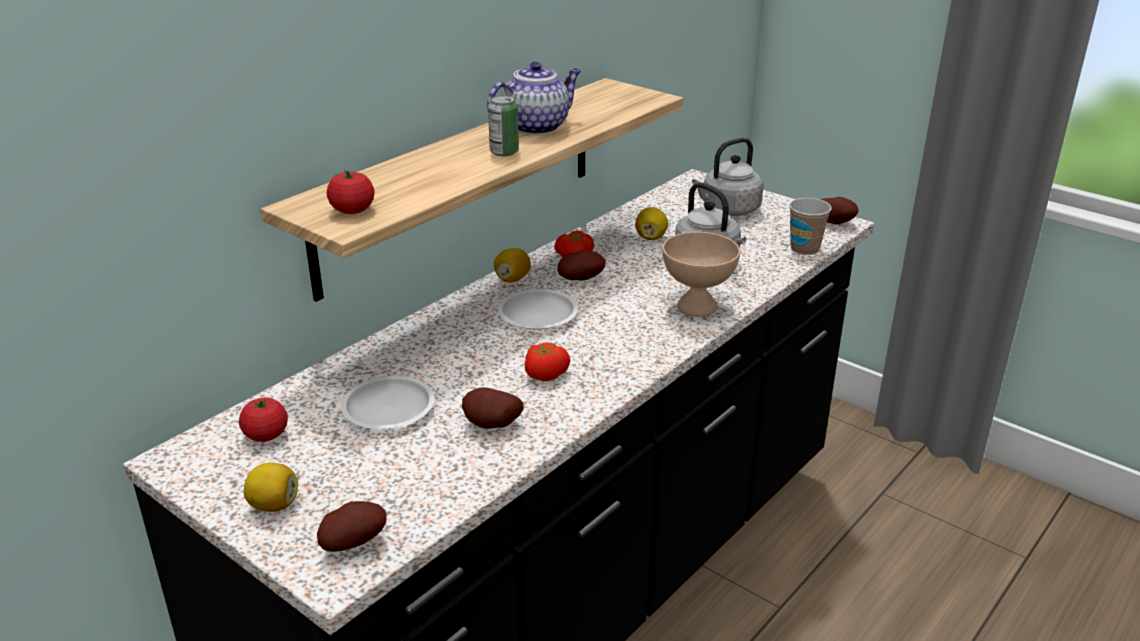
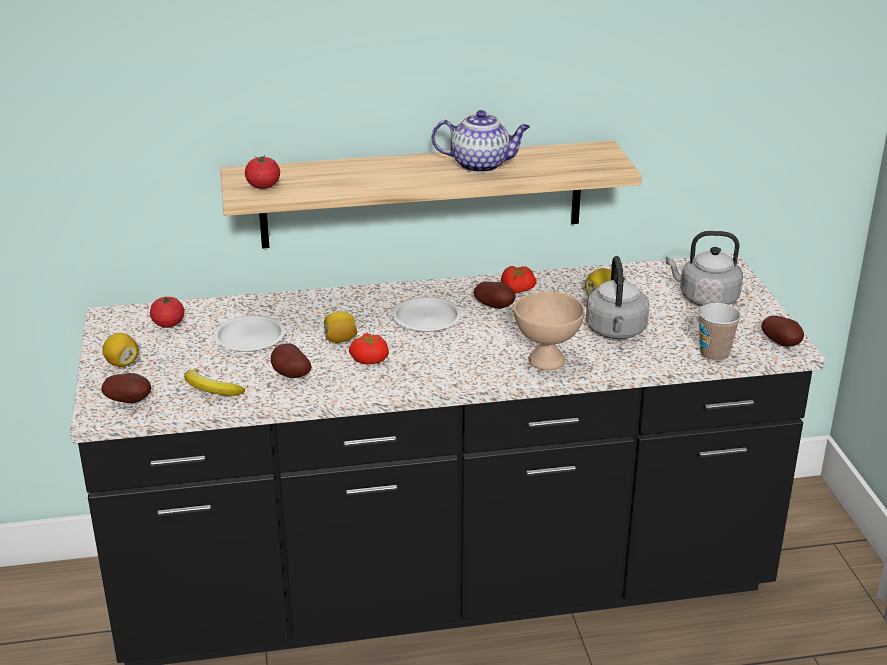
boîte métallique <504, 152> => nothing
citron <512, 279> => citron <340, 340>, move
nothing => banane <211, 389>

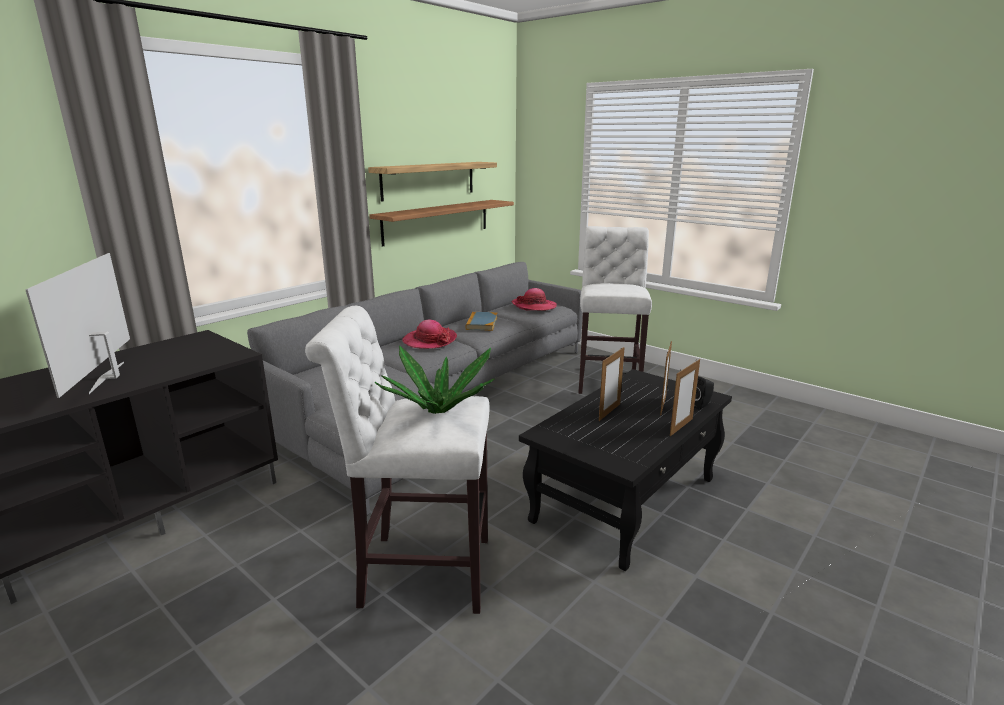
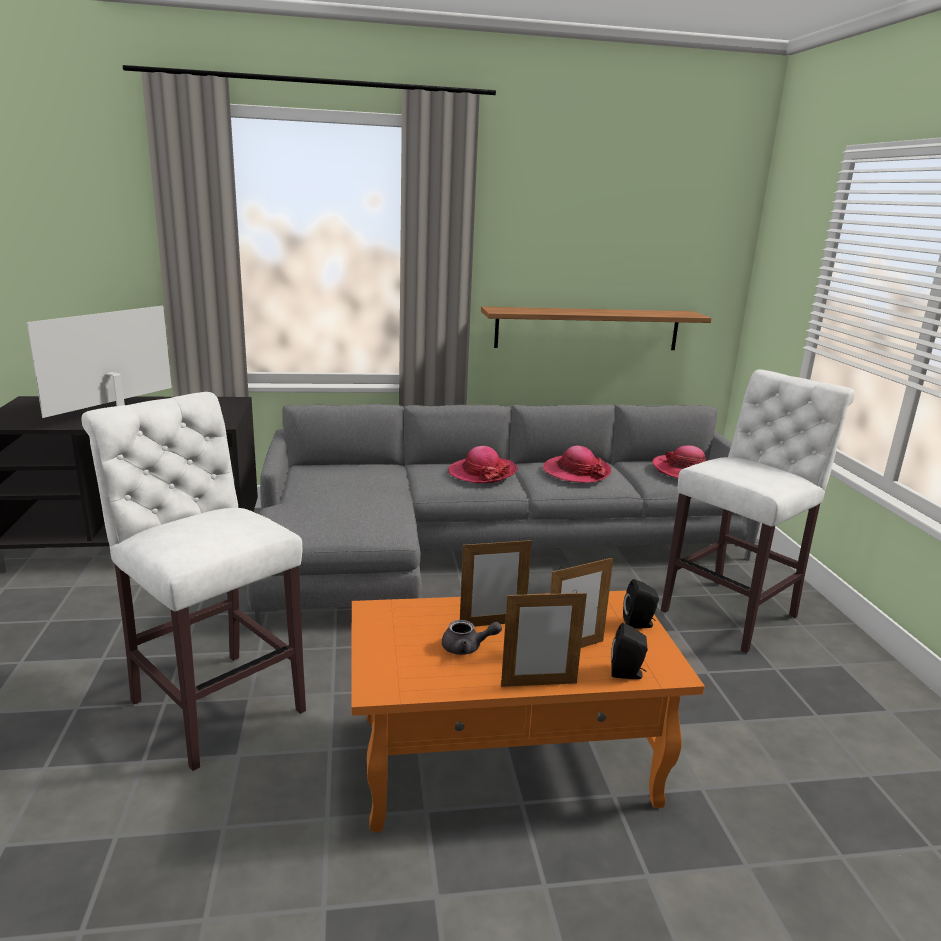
étagère <429, 180> => nothing
plante en pot <439, 409> => nothing
livre <481, 323> => chapeau <576, 472>
table basse/noir <626, 498> => table basse/orange <508, 759>
nothing => théière/gris <467, 648>
nothing => enceinte/noir <639, 624>

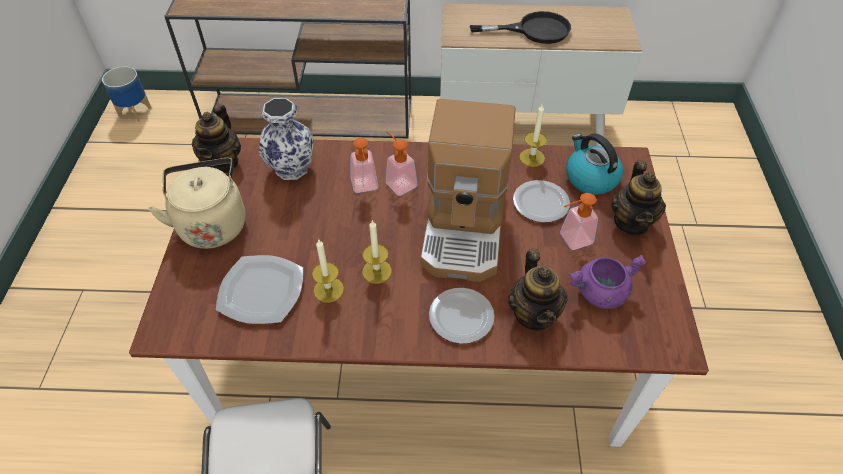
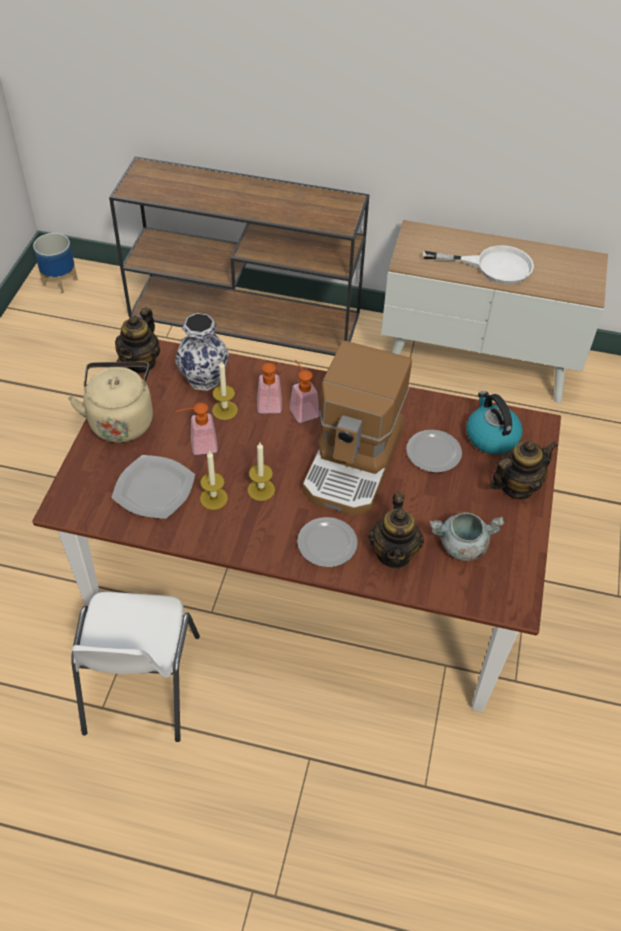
poêle/noir <534, 30> => poêle/blanc <493, 266>
bougie <532, 157> => bougie <225, 410>, move
distributeur de savon <571, 240> => distributeur de savon <198, 446>, move
marmite/violet <599, 293> => marmite/gris <461, 546>
théière <631, 222> => théière <516, 486>, 135 degrees counterclockwise

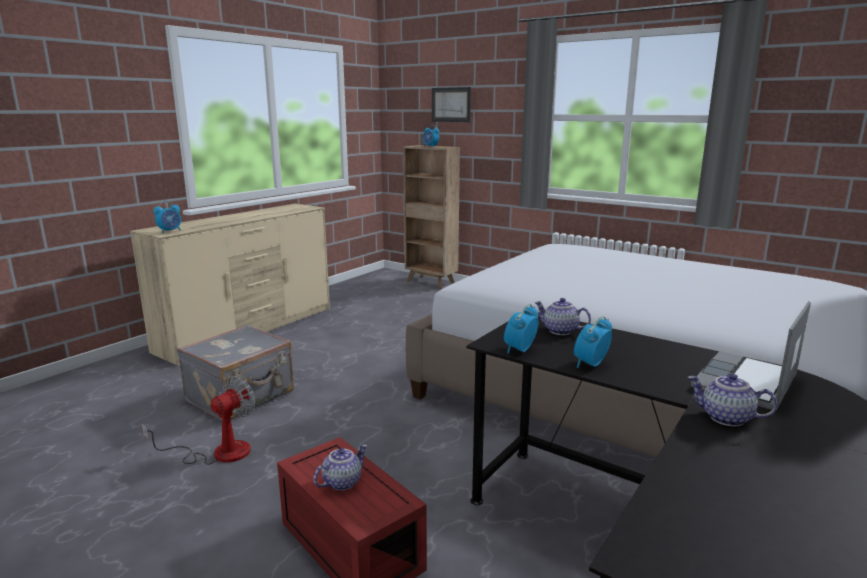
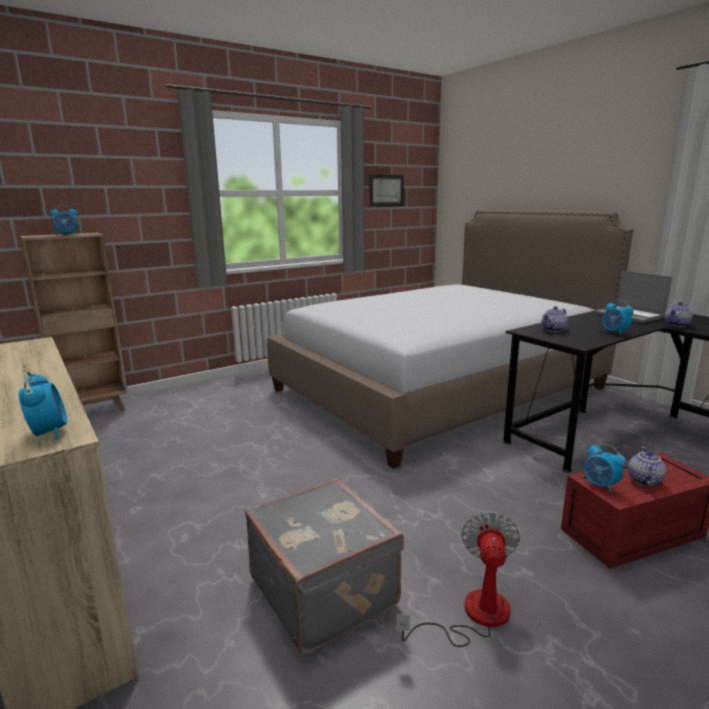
ventilateur <218, 452> => ventilateur <473, 615>, 45 degrees clockwise
théière <342, 482> => théière <643, 480>, 45 degrees clockwise
tableau <451, 104> => tableau <386, 190>, move
réveil <519, 350> => réveil <600, 485>, move

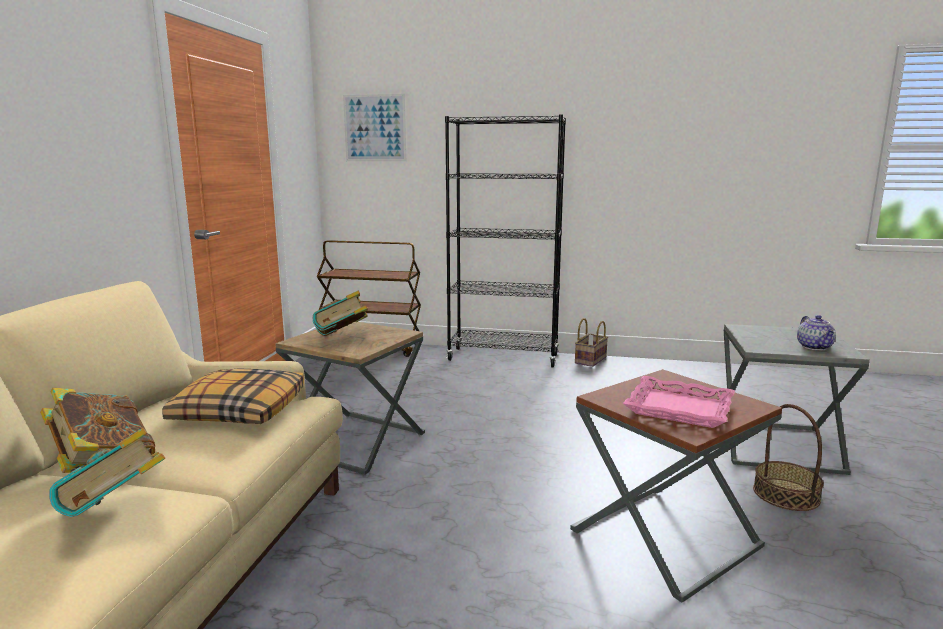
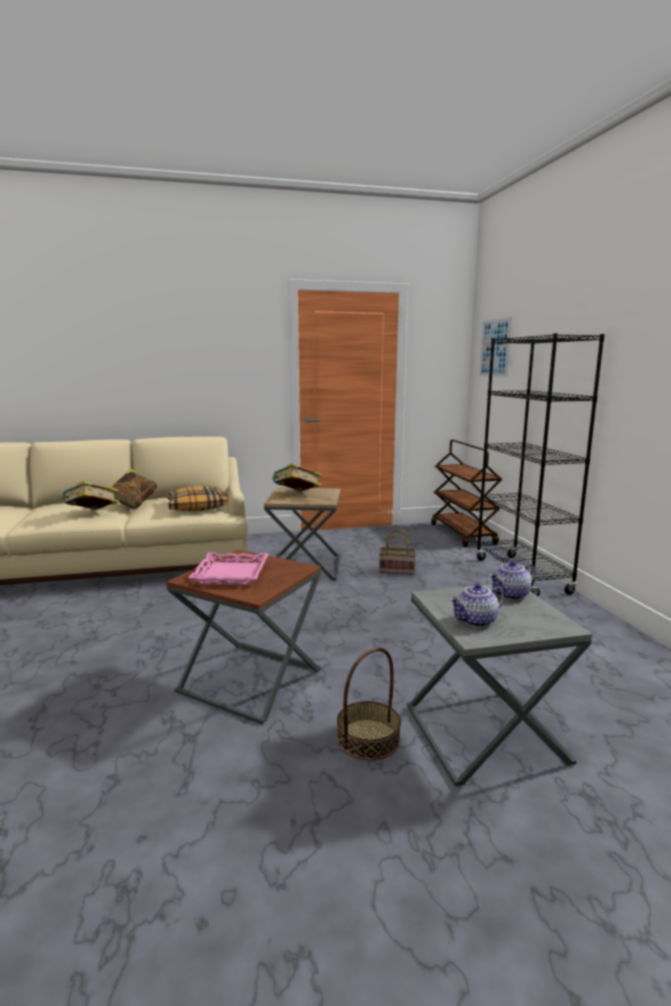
panier <590, 360> => panier <398, 570>, move
nothing => théière <511, 595>

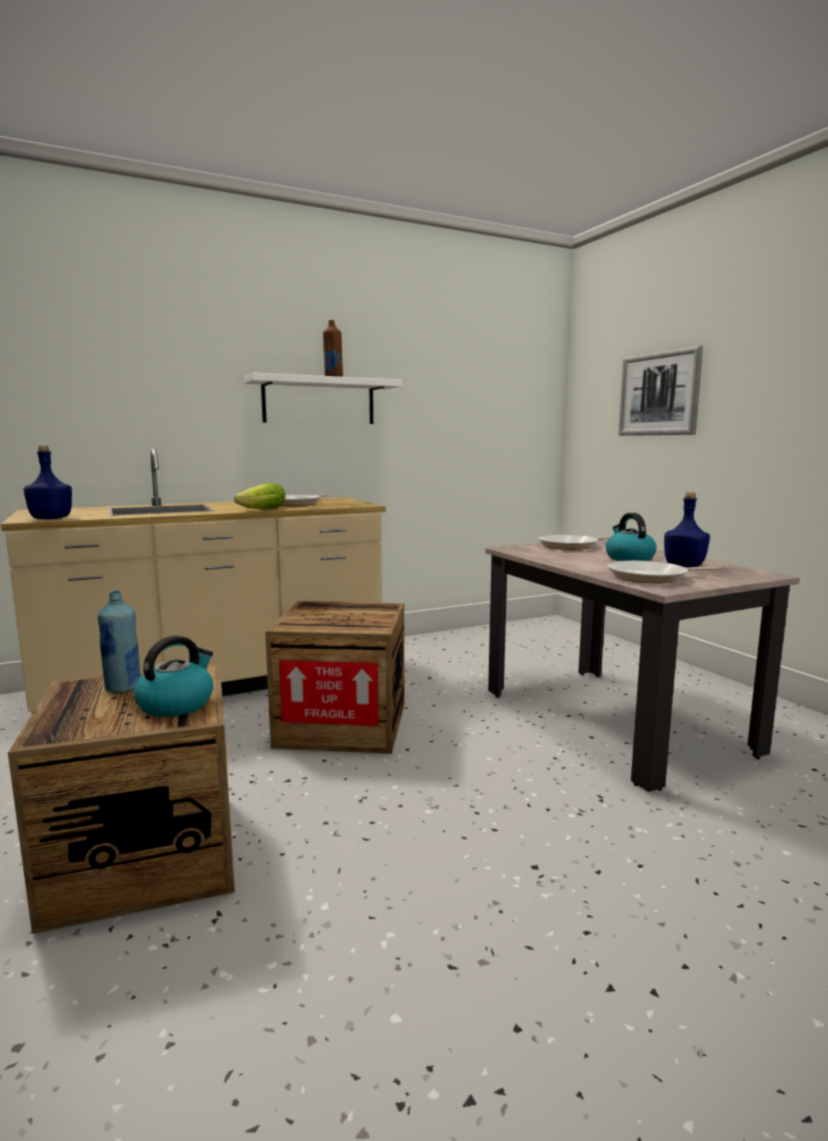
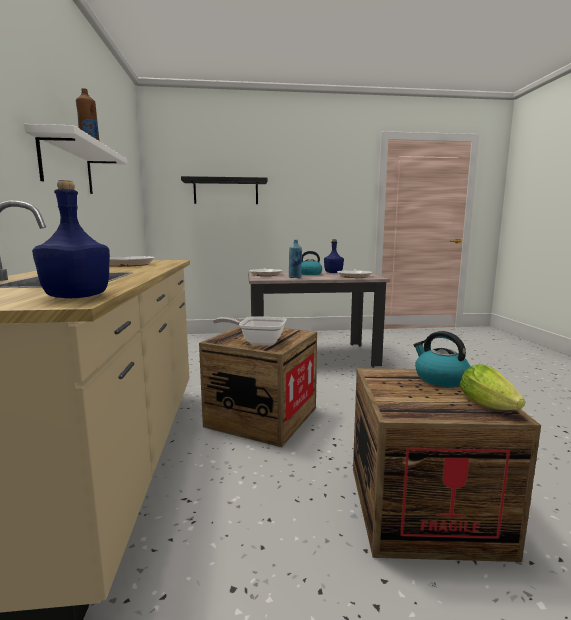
bouteille/bleu <123, 688> => bouteille/bleu <295, 277>, move
laitue <260, 510> => laitue <490, 405>, move
tableau <659, 394> => étagère/noir <226, 192>
nothing => poêle <258, 342>

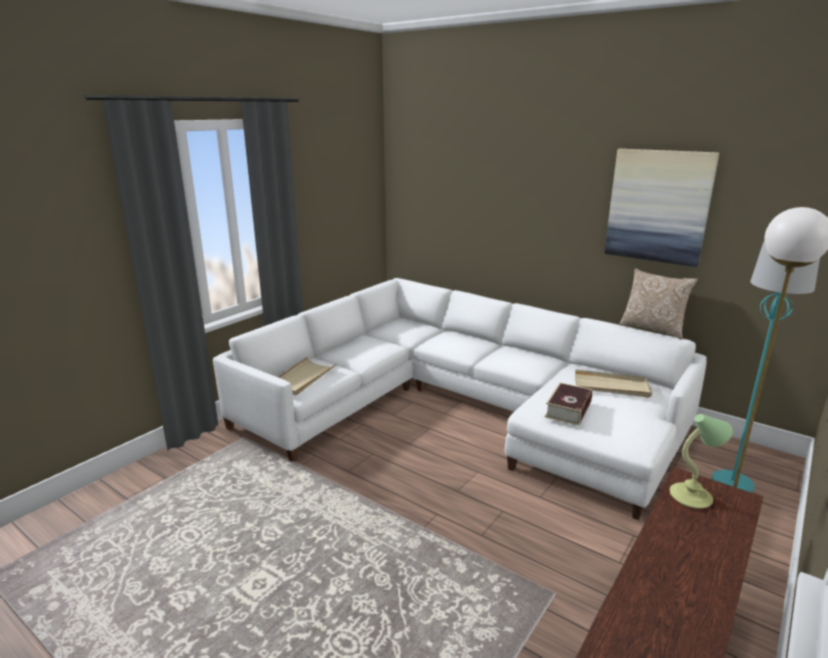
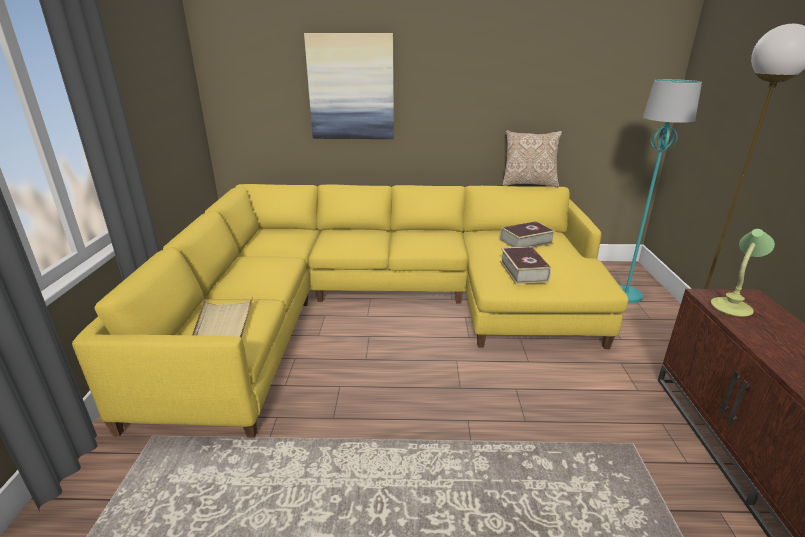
canapé/blanc <460, 407> => canapé/jaune <376, 305>
plateau/beige <611, 386> => livre <526, 241>
tableau <658, 206> => tableau <351, 87>, move

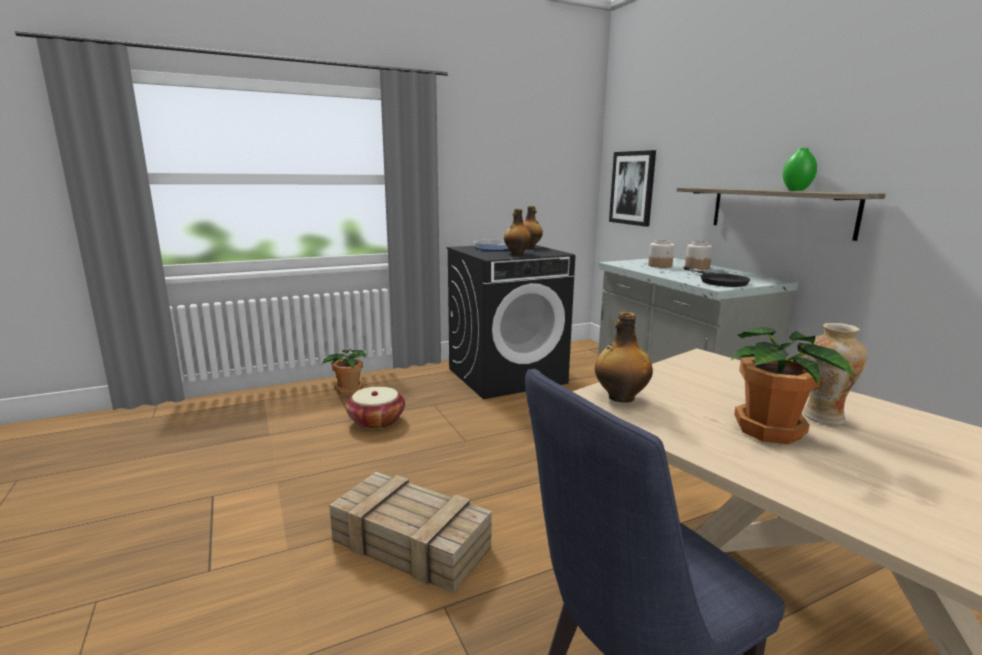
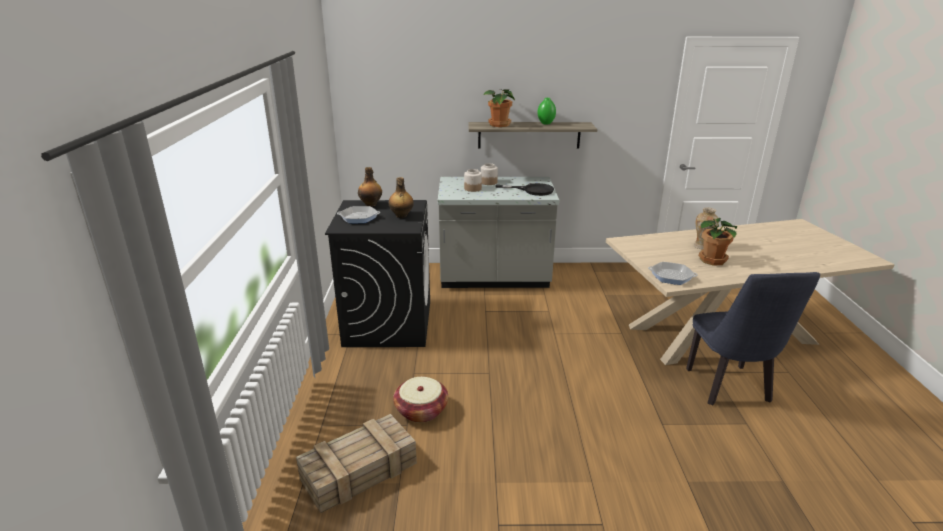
plante en pot <348, 390> => plante en pot <499, 125>, move
caisse <413, 544> => caisse <360, 470>, move
bouteille <620, 397> => poêle <671, 276>
tableau <632, 188> => nothing

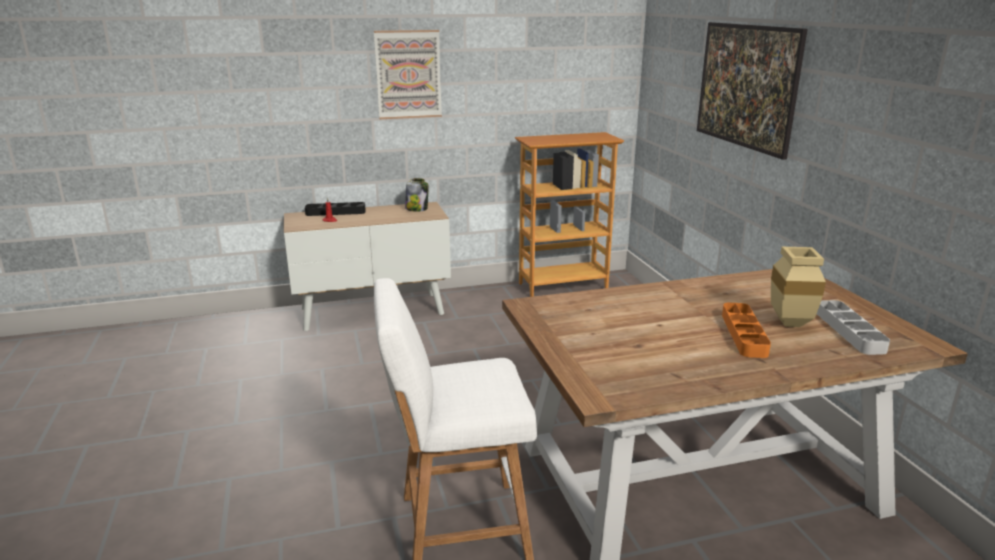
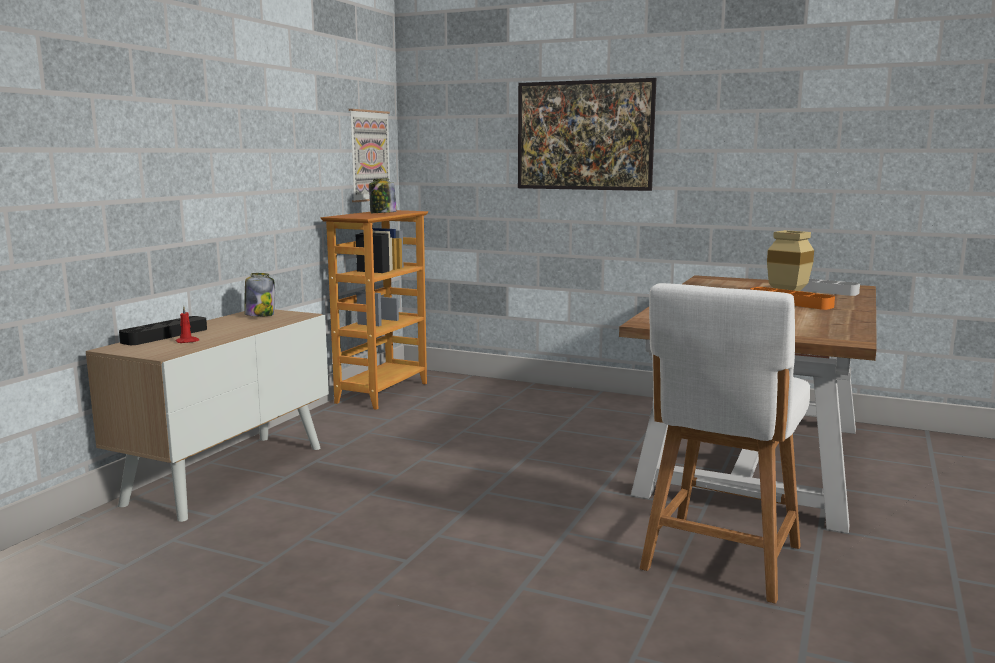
tableau <408, 74> => tableau <369, 155>, move
nothing => bocal <382, 213>

